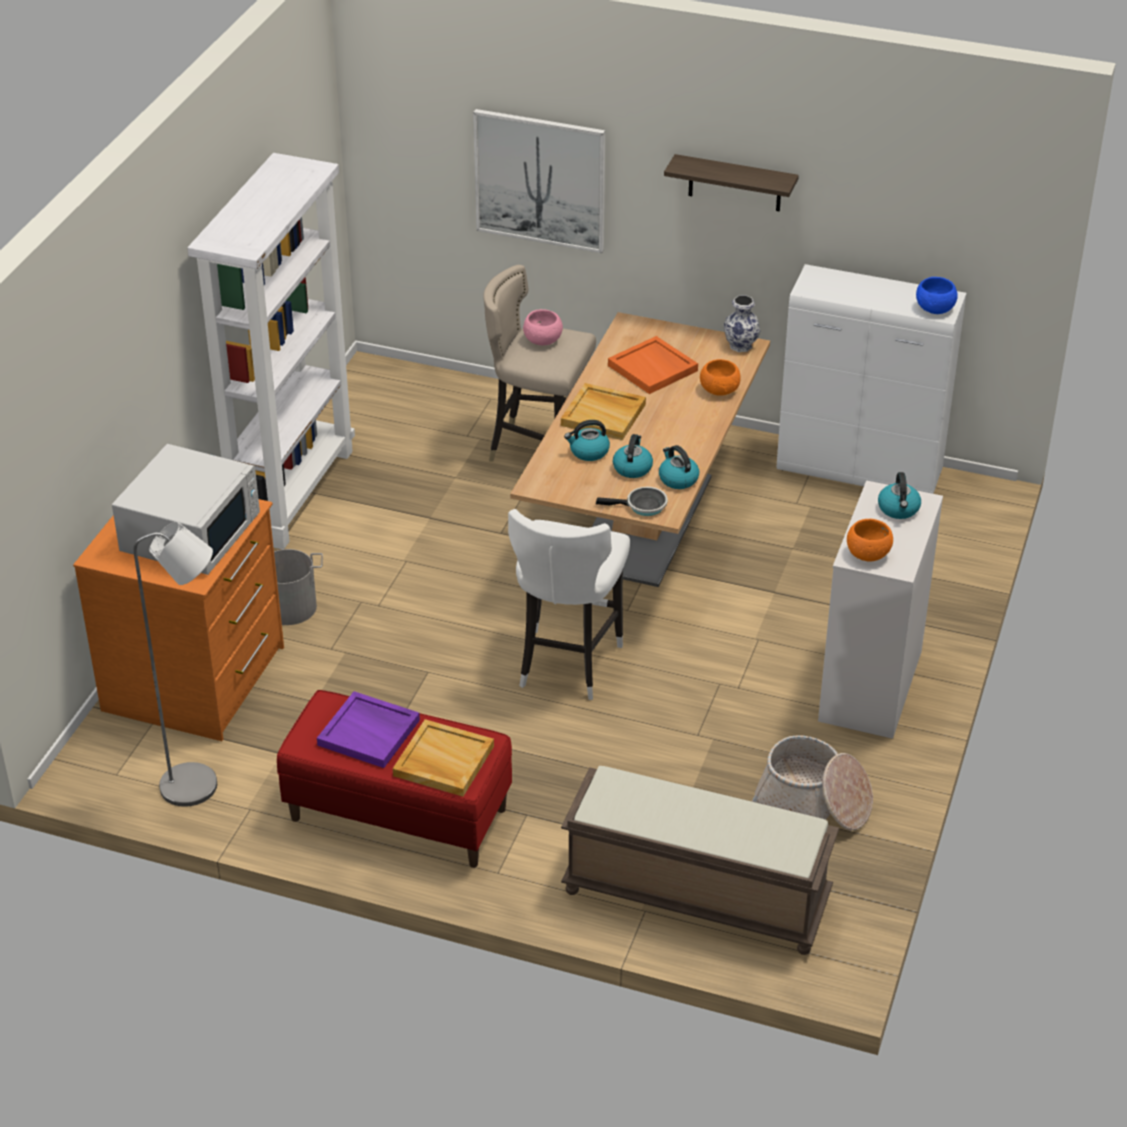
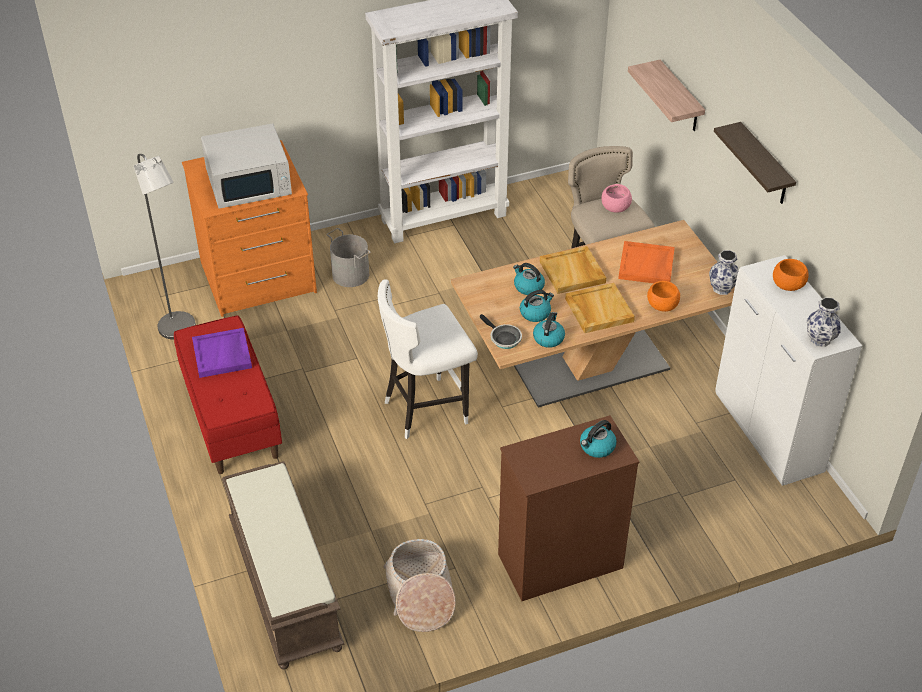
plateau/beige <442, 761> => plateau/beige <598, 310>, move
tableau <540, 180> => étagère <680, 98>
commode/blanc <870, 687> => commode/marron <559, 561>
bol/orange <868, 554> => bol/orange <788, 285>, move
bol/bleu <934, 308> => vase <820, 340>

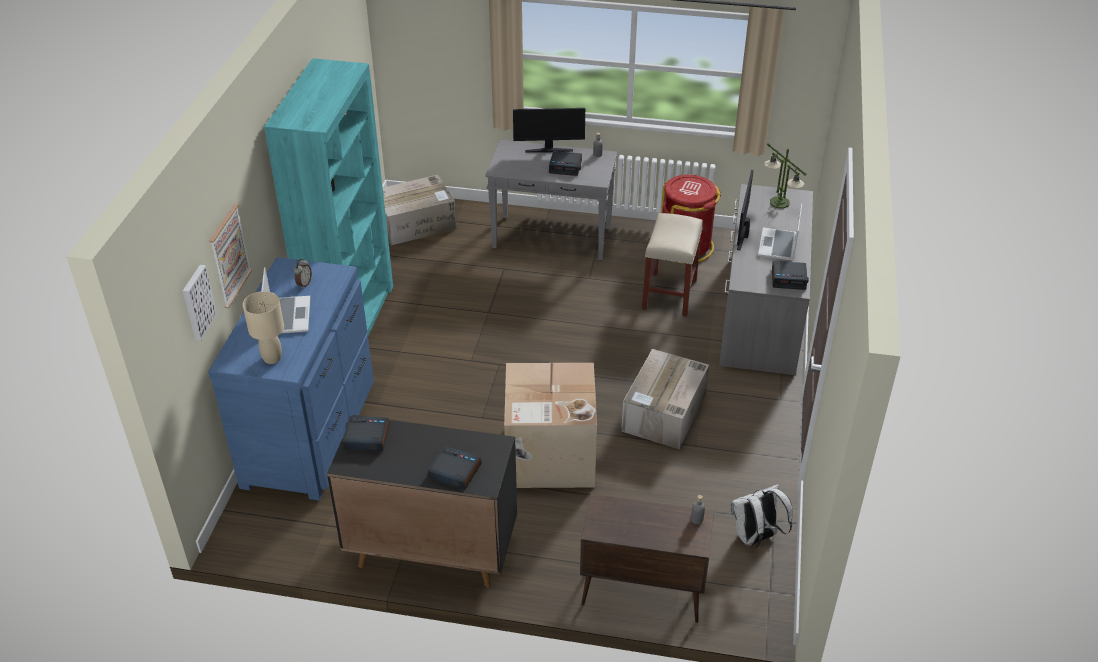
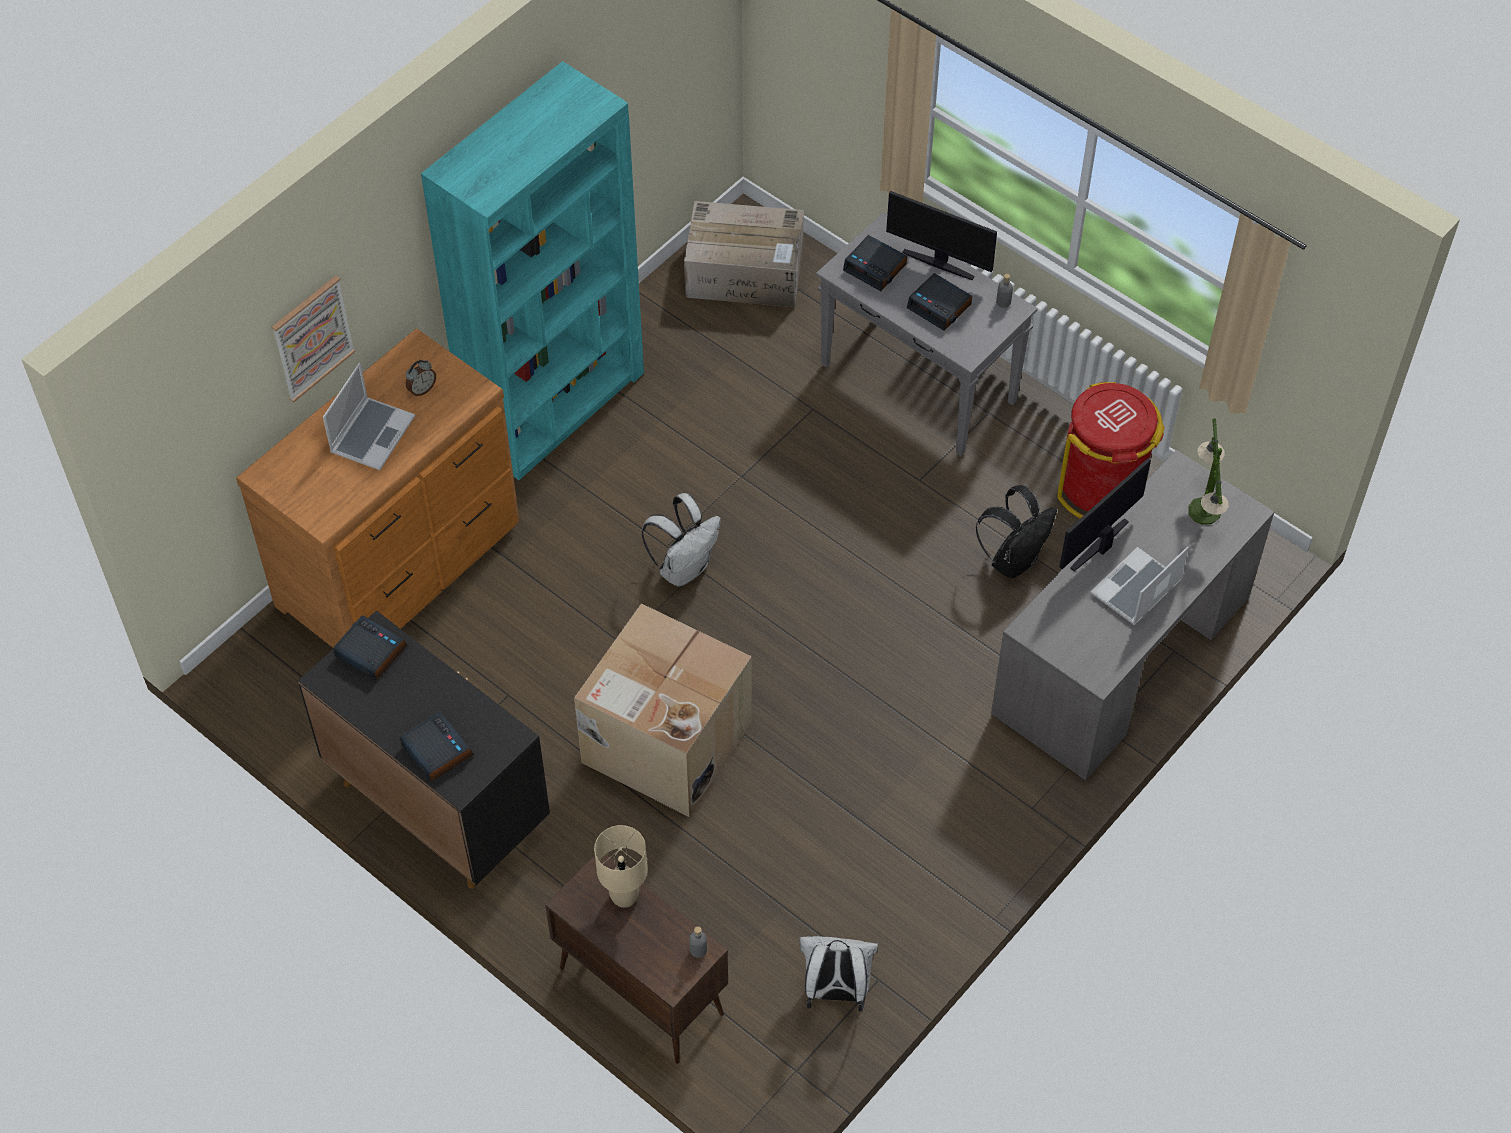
tableau <197, 302> => nothing
commode/bleu <312, 432> => commode/marron <402, 564>
lampe de table/beige <272, 358> => lampe de table/beige <624, 896>, move
carton <663, 413> => nothing
tabouret/beige <669, 293> => sac à dos/noir <1014, 559>
réveil <789, 279> => réveil <875, 267>, move
nothing => sac à dos/blanc <684, 567>

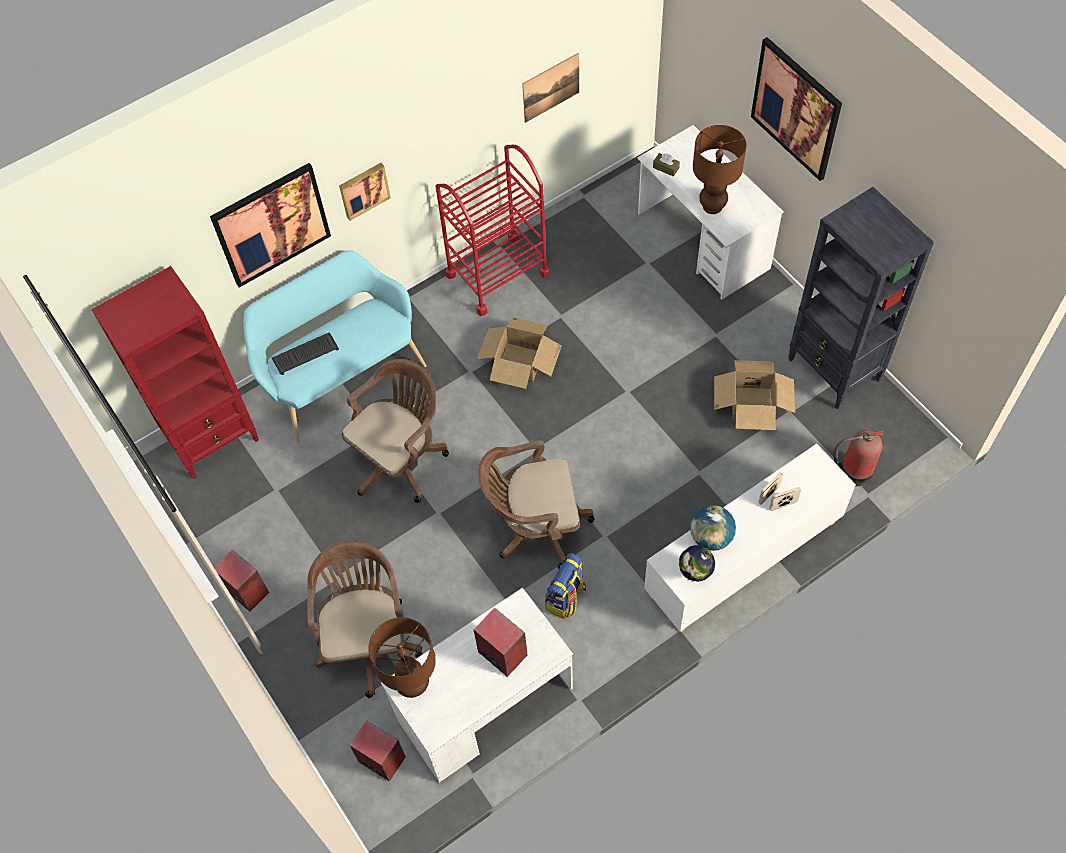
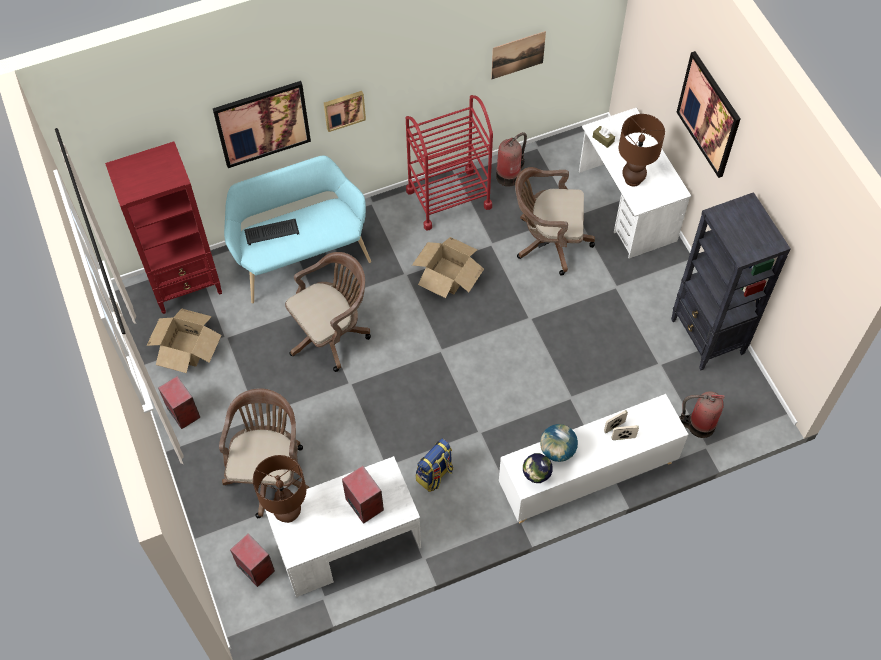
chaise de bureau/marron <535, 526> => chaise de bureau/marron <548, 241>, move
carton <751, 404> => carton <186, 348>, move
nothing => extincteur <509, 175>

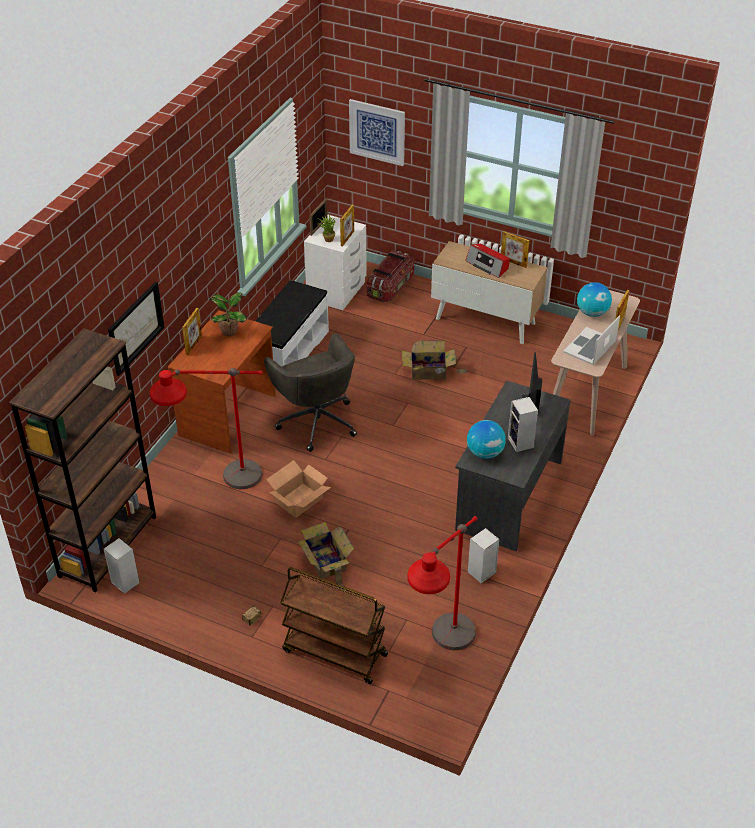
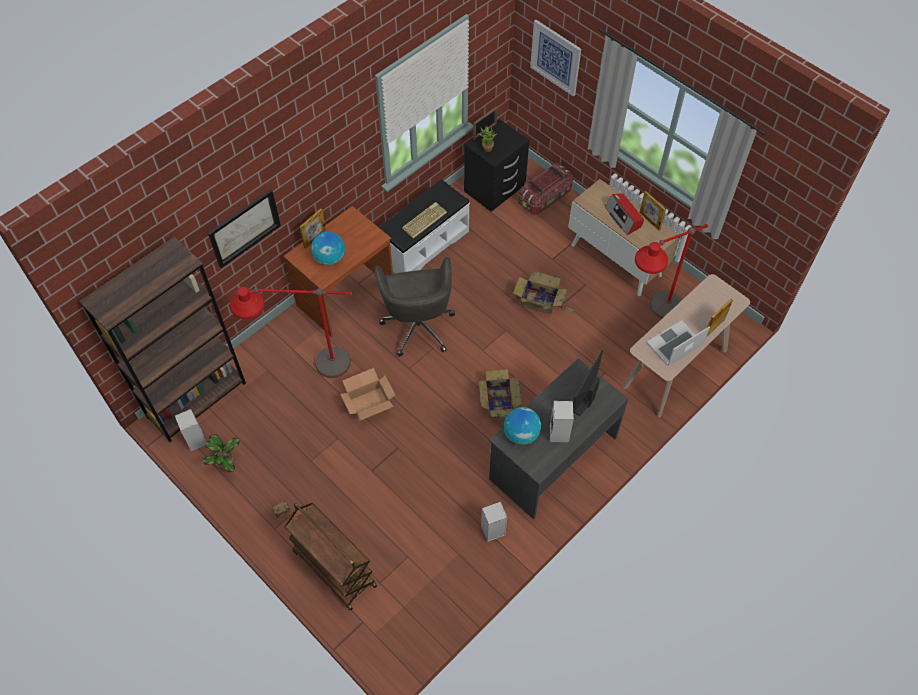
plante en pot <230, 331> => plante en pot <227, 464>, move
carton <326, 563> => carton <498, 404>, move
table de chevet/blanc <337, 291> => table de chevet/noir <495, 189>
cadre photo <347, 238> => nothing
lampadaire/rouge <441, 655> => lampadaire/rouge <651, 320>, move
globe <592, 313> => globe <330, 258>, move
nothing => clavier <424, 220>

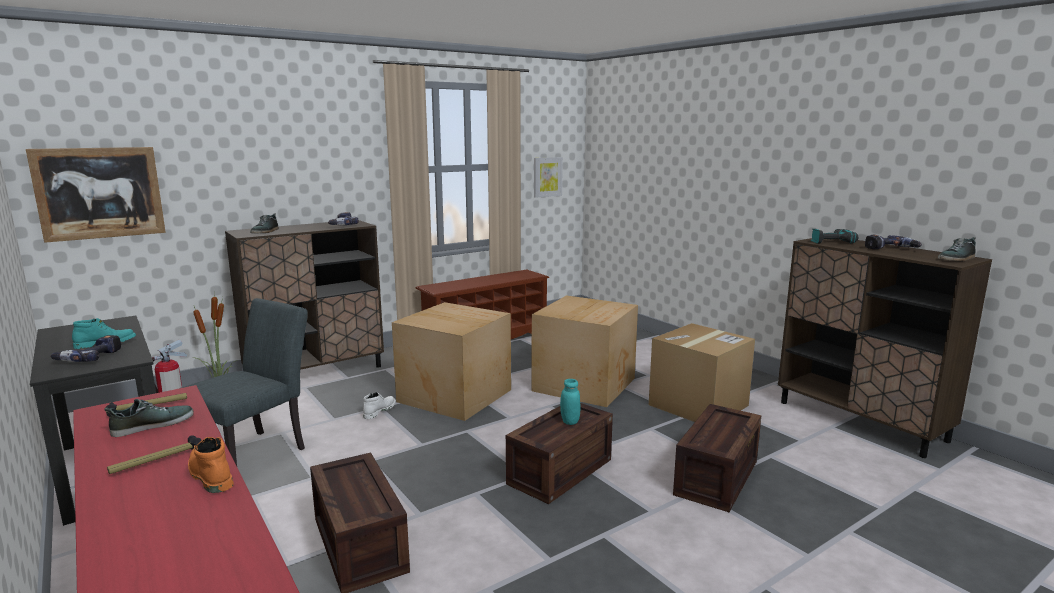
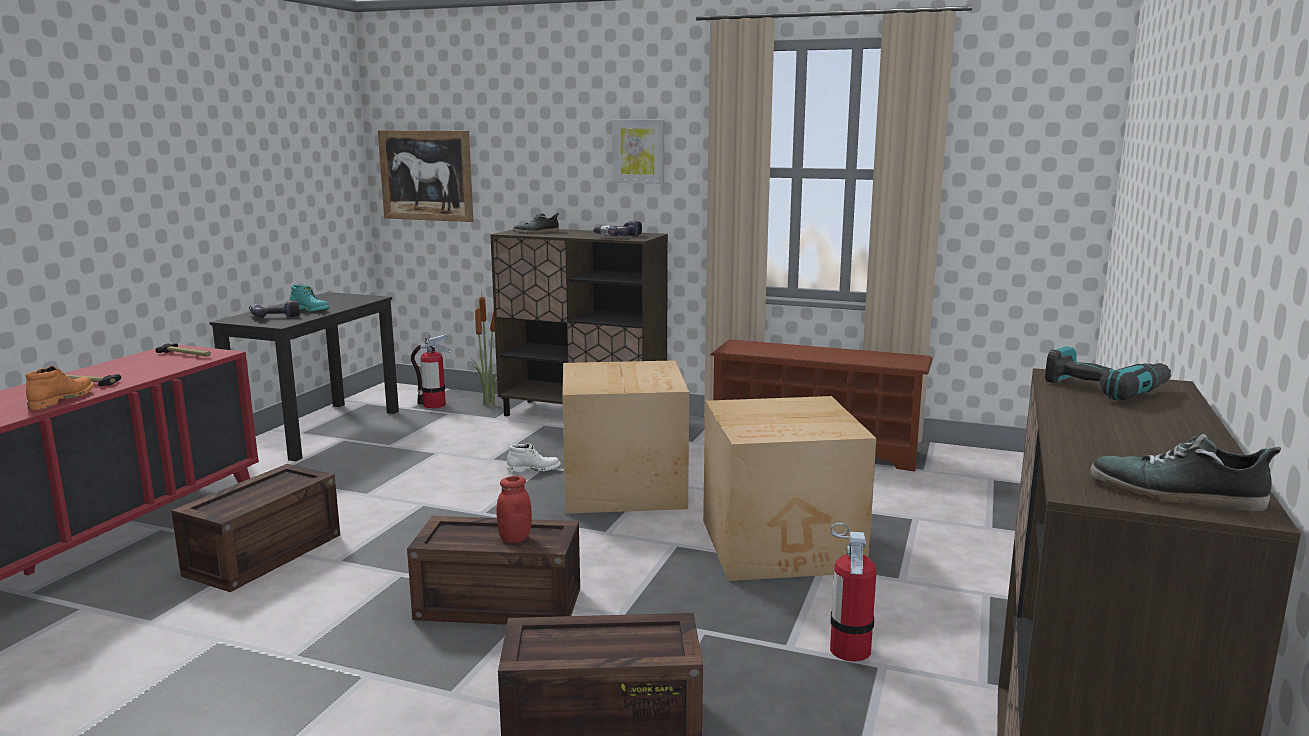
chaussure <152, 425> => nothing
chaise/gris <256, 453> => nothing
tableau <547, 177> => tableau <638, 151>, move
bocal/turquoise <570, 421> => bocal/rouge <515, 538>
carton <698, 405> => extincteur <849, 649>
perceuse <890, 249> => nothing

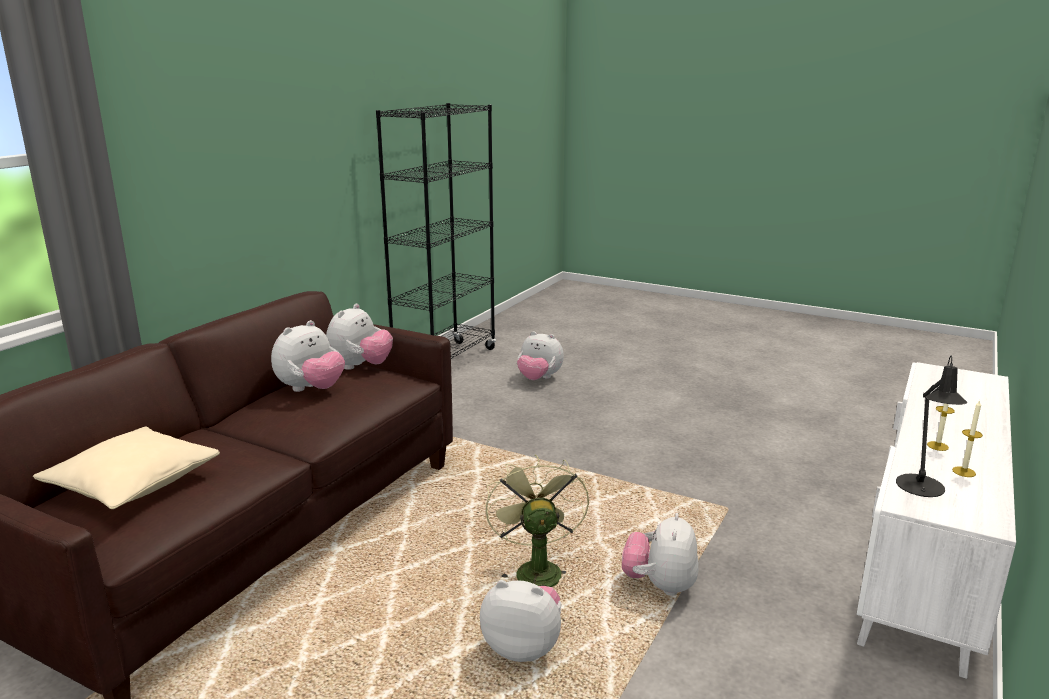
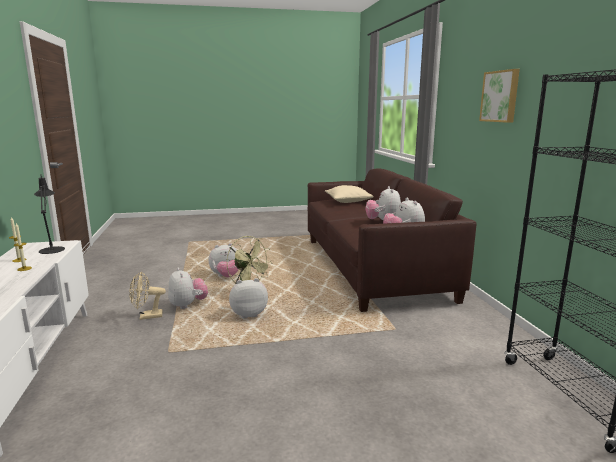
peluche <539, 379> => peluche <248, 314>, move
nothing => ventilateur/beige <147, 316>
nothing => tableau <500, 96>

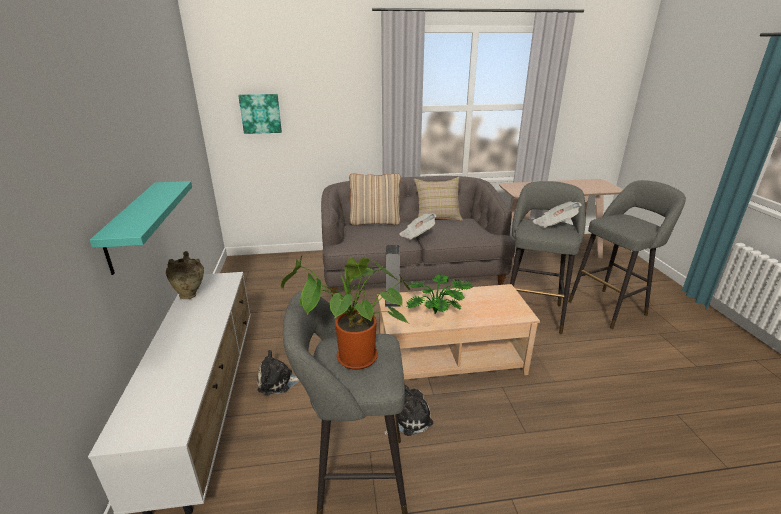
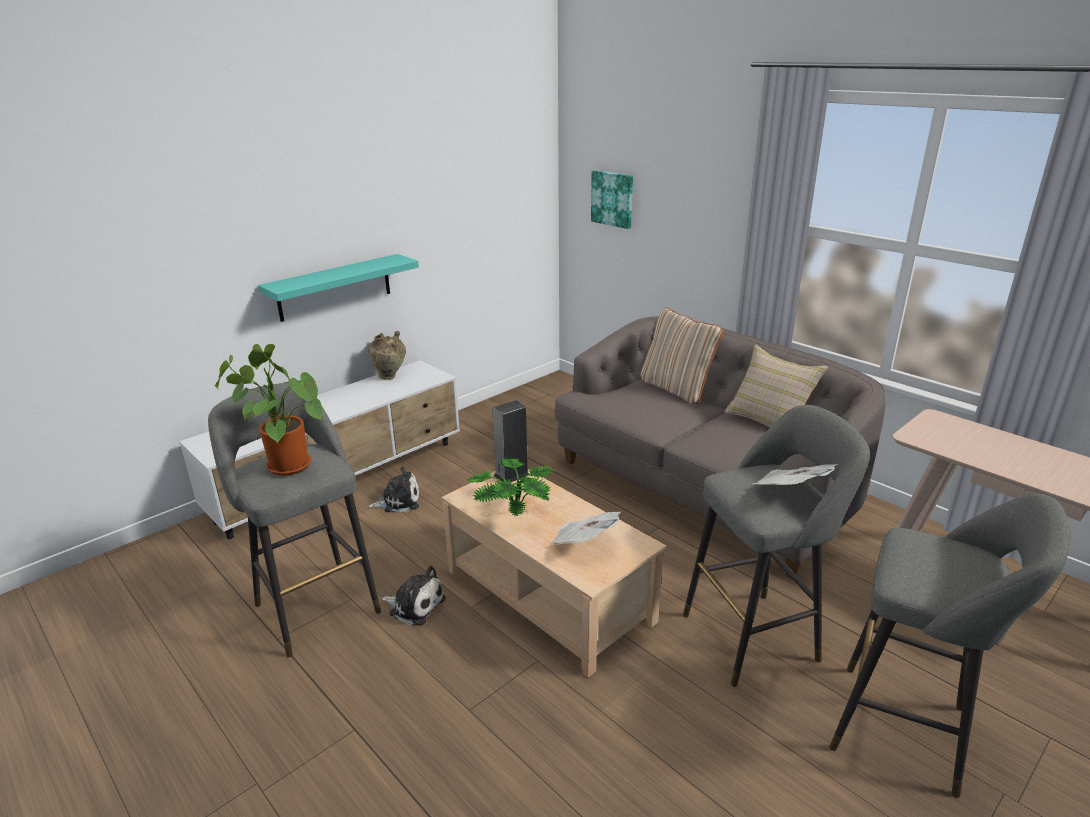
peluche <278, 382> => peluche <398, 501>, 120 degrees clockwise
journal <417, 235> => journal <584, 543>, move

